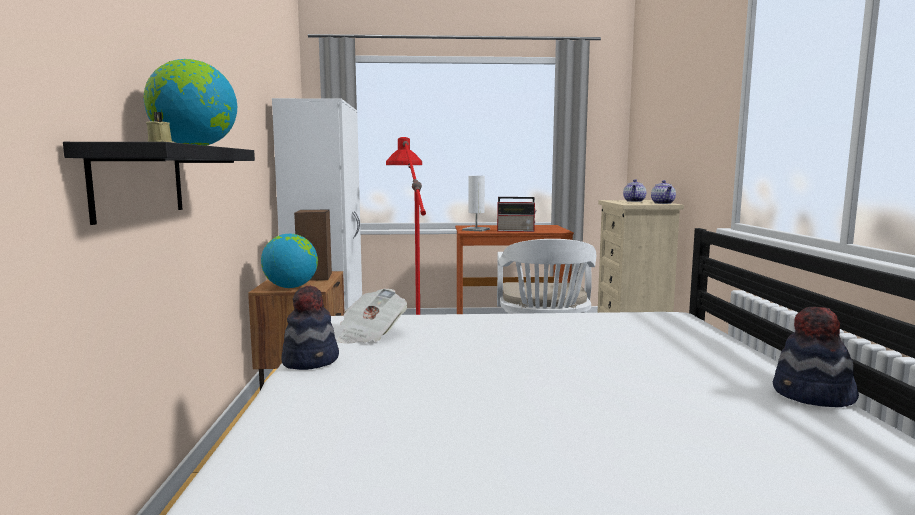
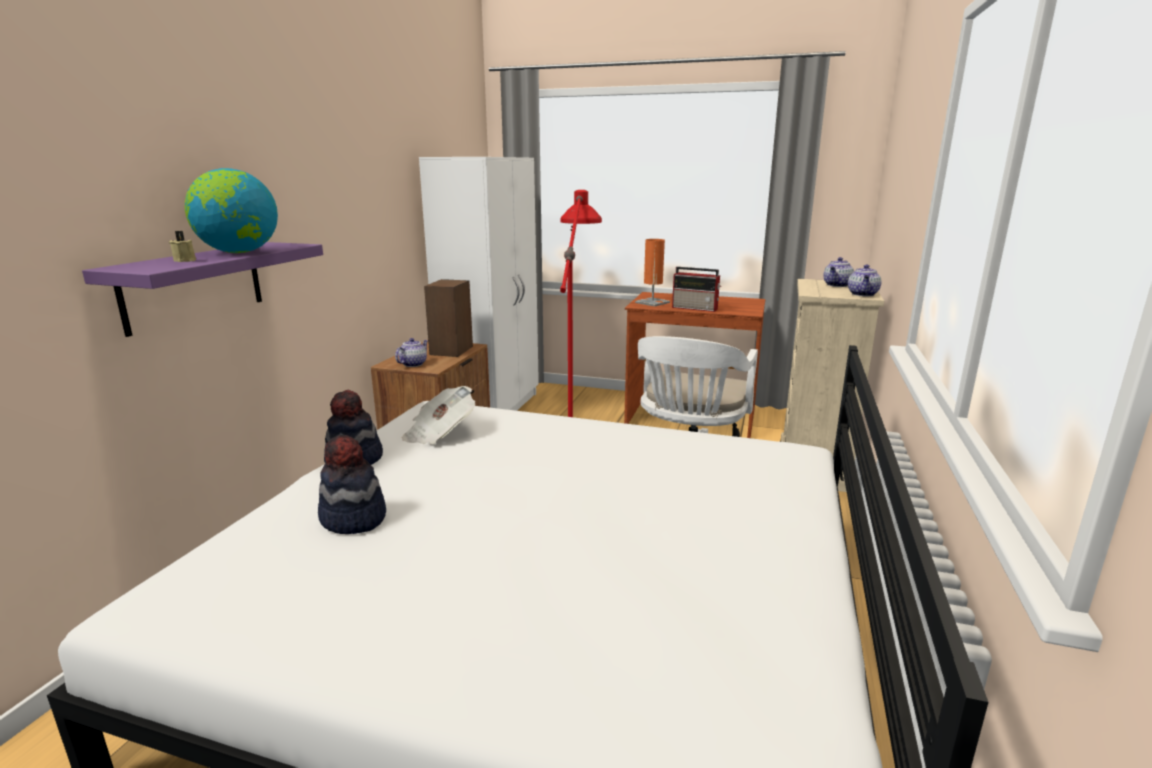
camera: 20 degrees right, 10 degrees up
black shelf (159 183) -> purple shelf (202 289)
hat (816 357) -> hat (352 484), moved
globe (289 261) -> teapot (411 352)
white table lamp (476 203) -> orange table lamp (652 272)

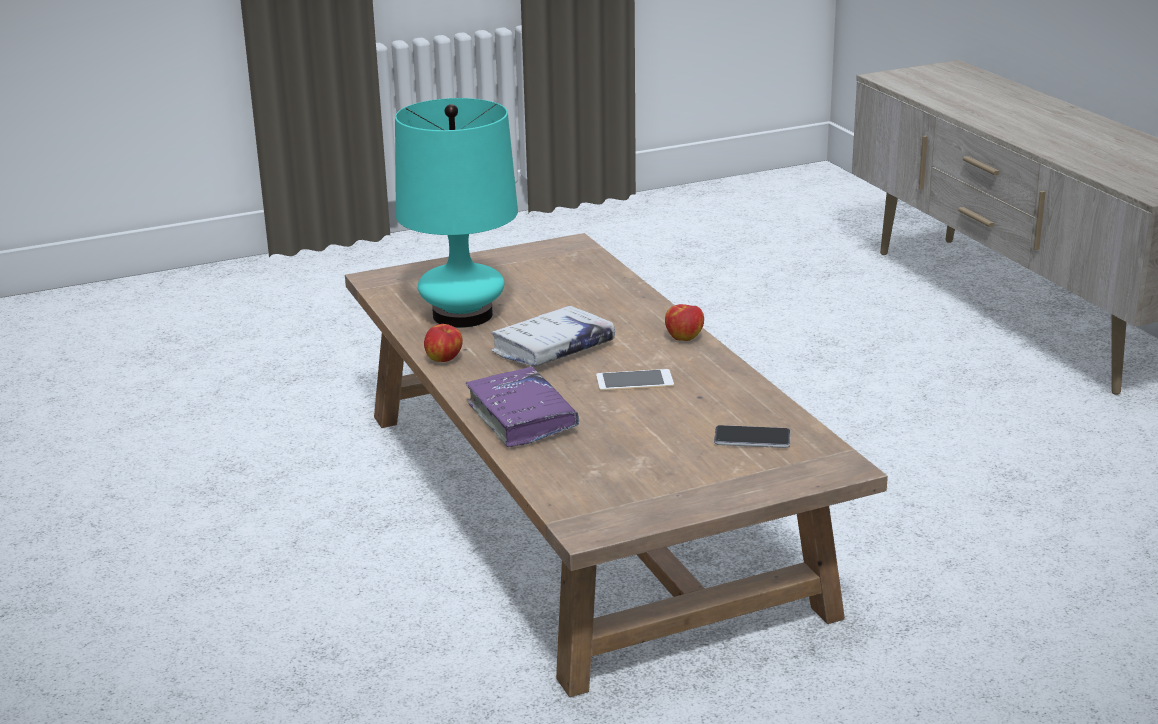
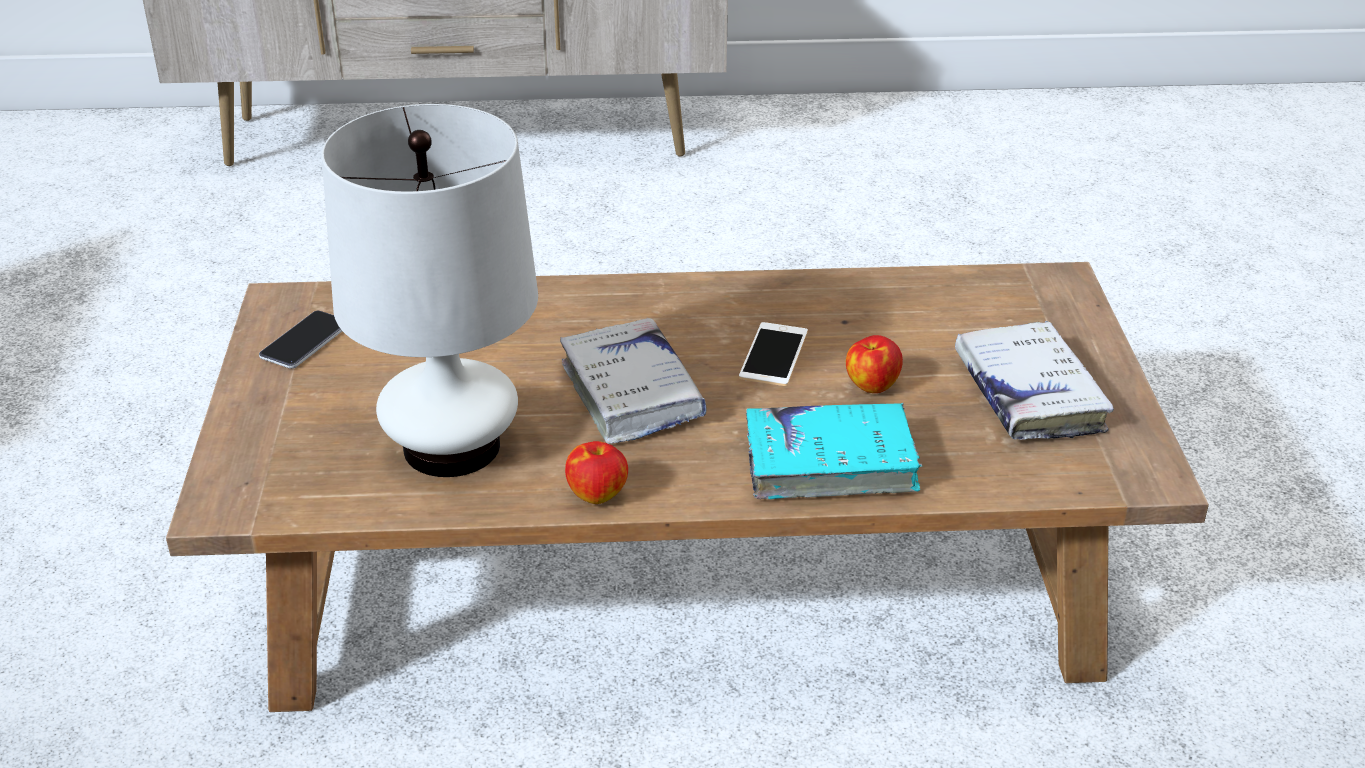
camera: 70 degrees left, 10 degrees up
phone (752 436) -> phone (300 340), moved
turquoise table lamp (456 213) -> white table lamp (429 290)
purple book (522 407) -> turquoise book (834 451)
apple (684 322) -> apple (874 364), moved
none -> white book (1034 380)

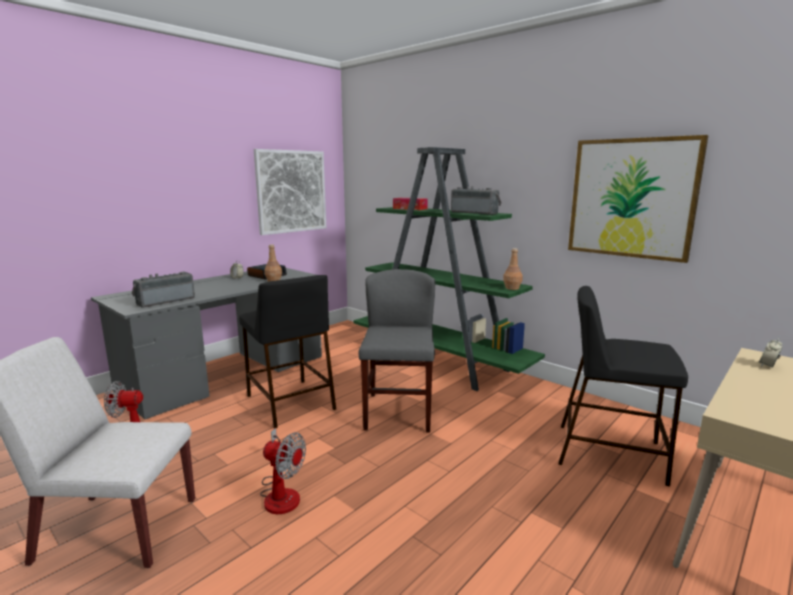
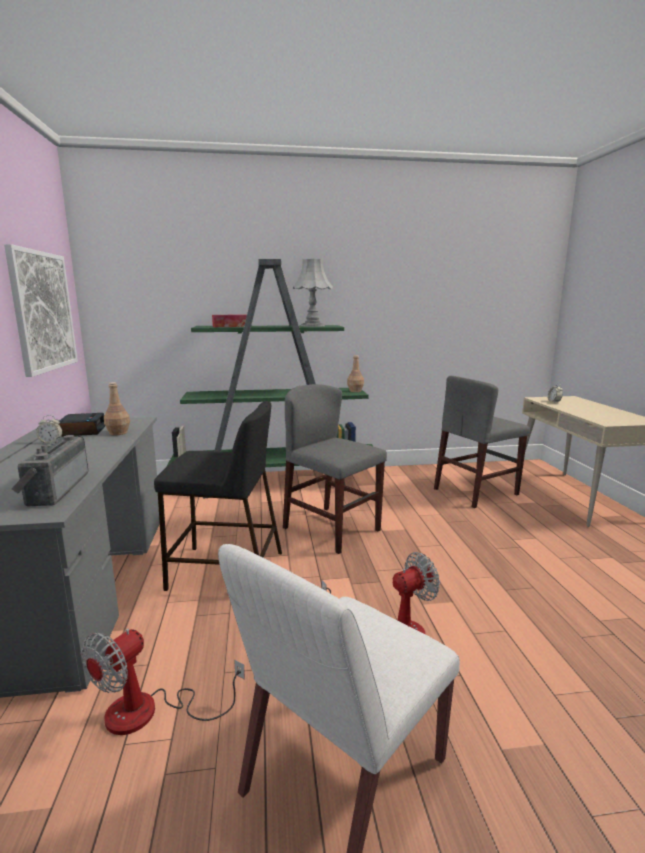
camera: 50 degrees left, 0 degrees up
radio (476 200) -> grey table lamp (313 293)
black stool (623 386) -> grey chair (482 442)
picture (638 199) -> none

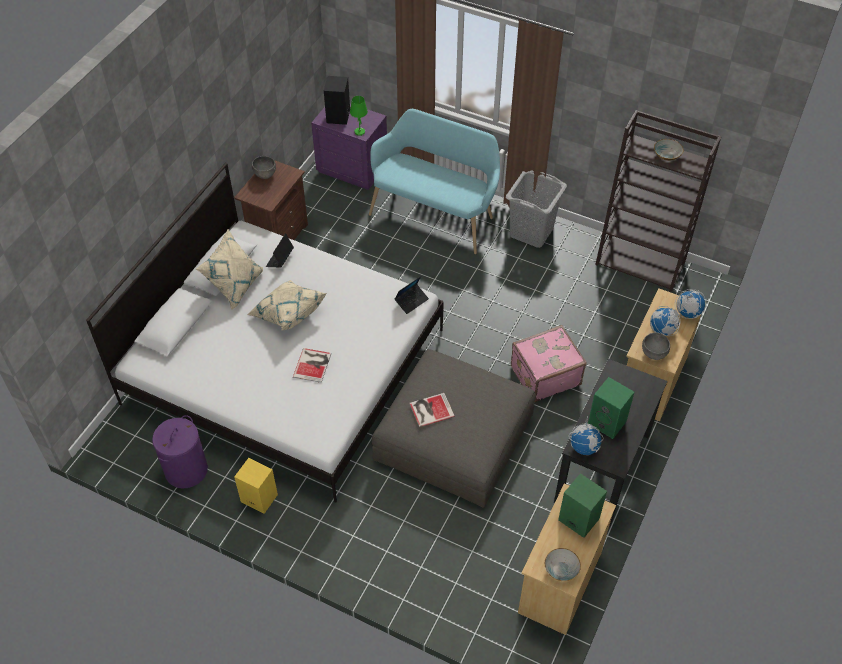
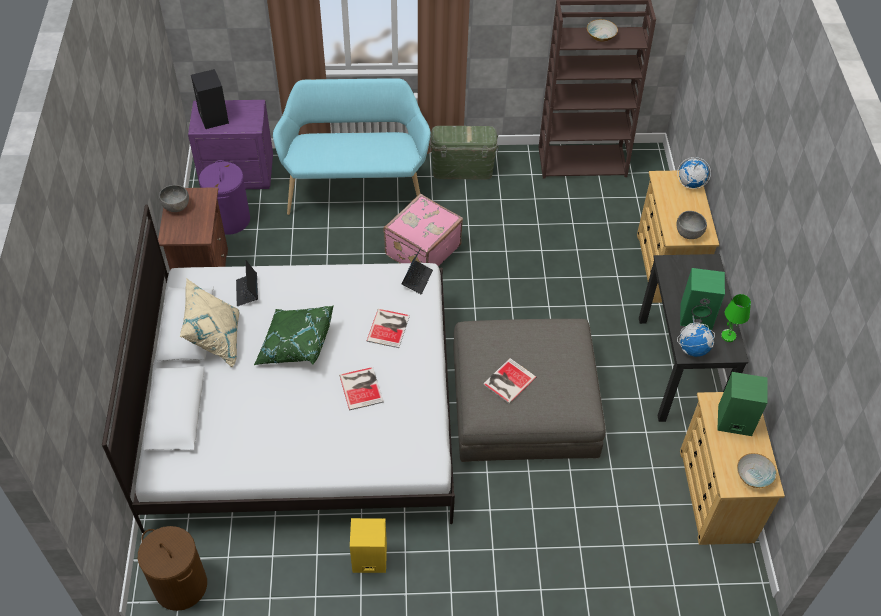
camera: 30 degrees left, 0 degrees up
none -> brown laundry basket (172 568)
purple laundry basket (180 451) -> purple laundry basket (224 197), moved
beige pillow (287 305) -> green pillow (294 335)
none -> book (388 328)
pink suitcase (549 363) -> pink suitcase (423 230), moved
grey laundry basket (536 209) -> green storage box (464 152)
green table lamp (359 116) -> green table lamp (736 318), moved
globe (665 321) -> none

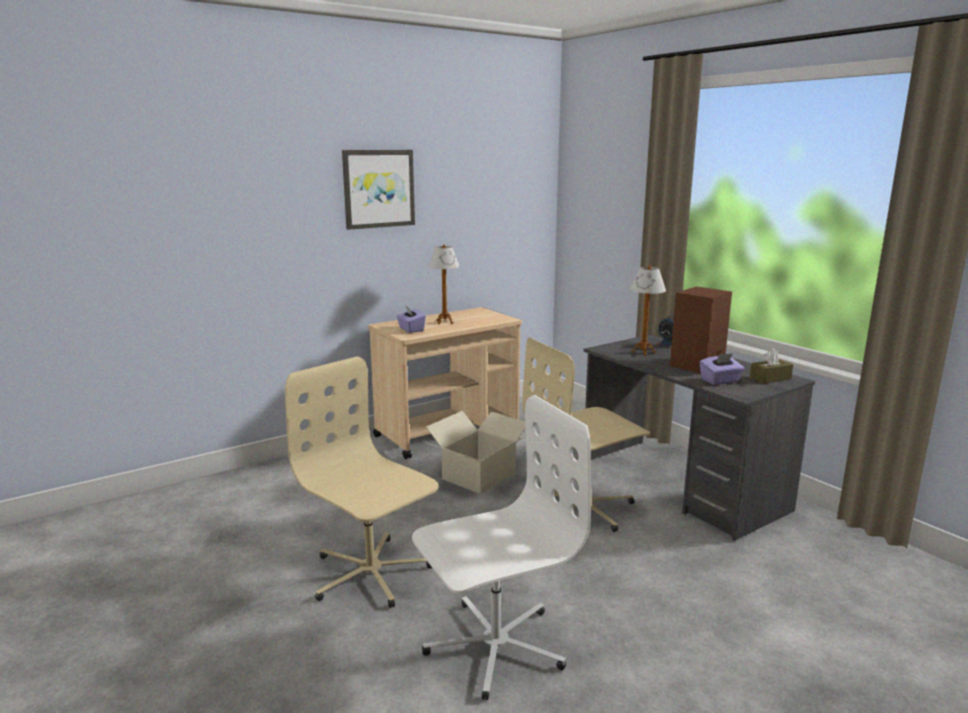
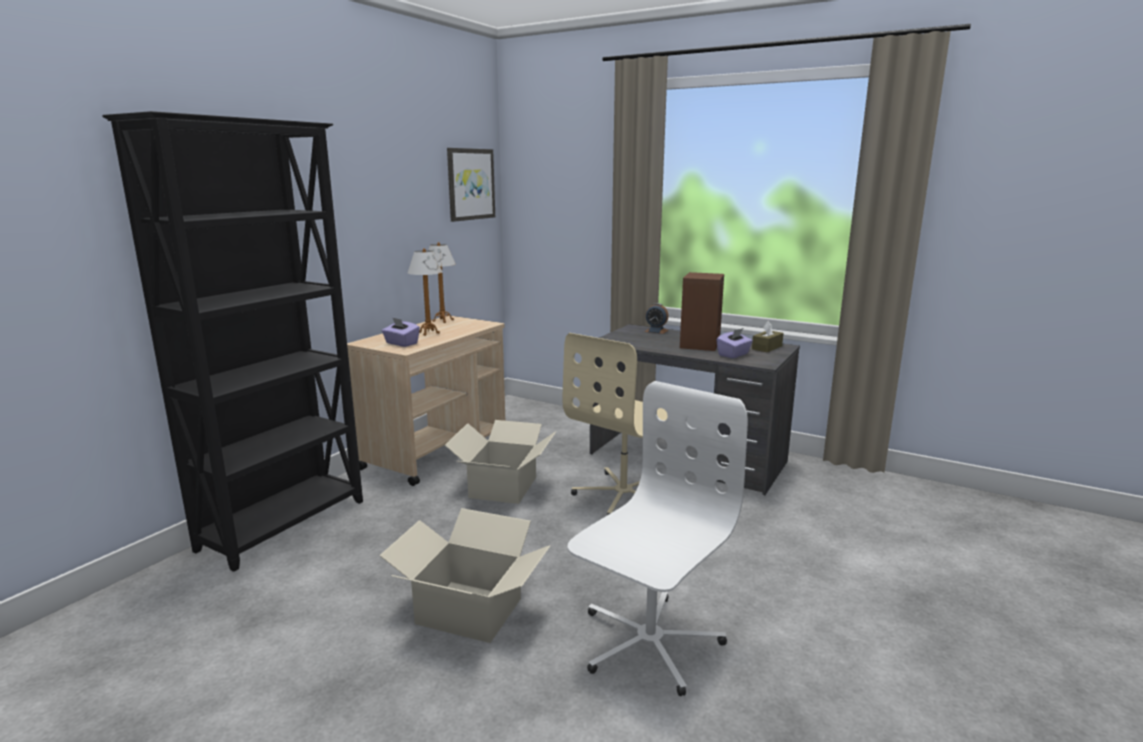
camera: 25 degrees left, 0 degrees up
none -> black bookcase (232 341)
beige office chair (362 482) -> cardboard box (464 575)
table lamp (648 310) -> table lamp (442 282), moved
picture (378 190) -> picture (471 185), moved

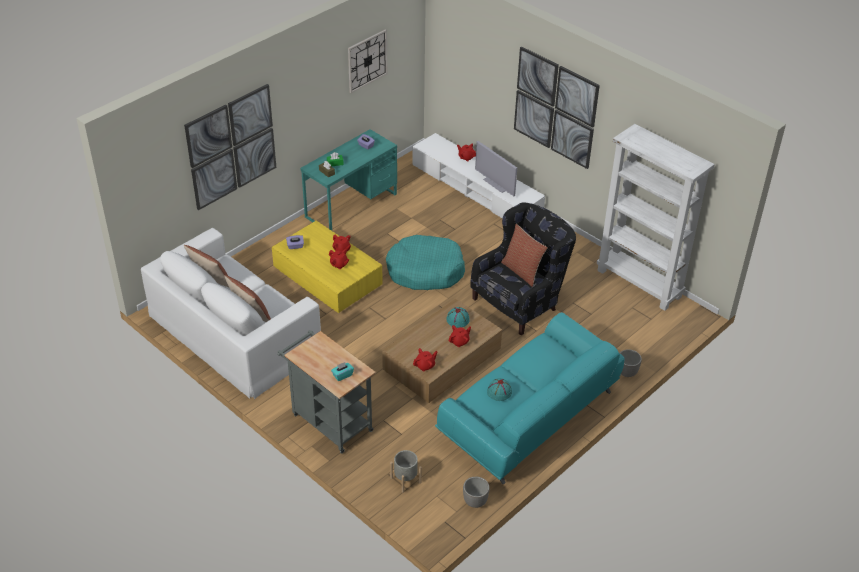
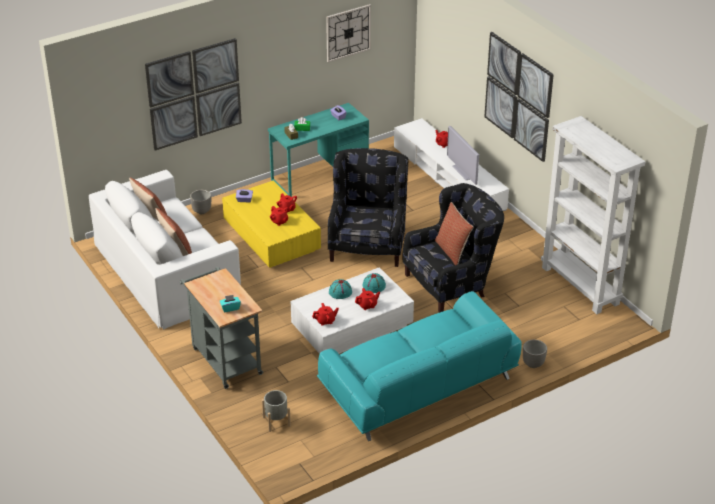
camera: 15 degrees right, 5 degrees down
planter (476 492) -> planter (200 202), moved
brown coffee table (442 351) -> white coffee table (352 310)
turquoise dog bed (425 262) -> black armchair (368 207)
turquoise hat (499 389) -> turquoise hat (340 289), moved

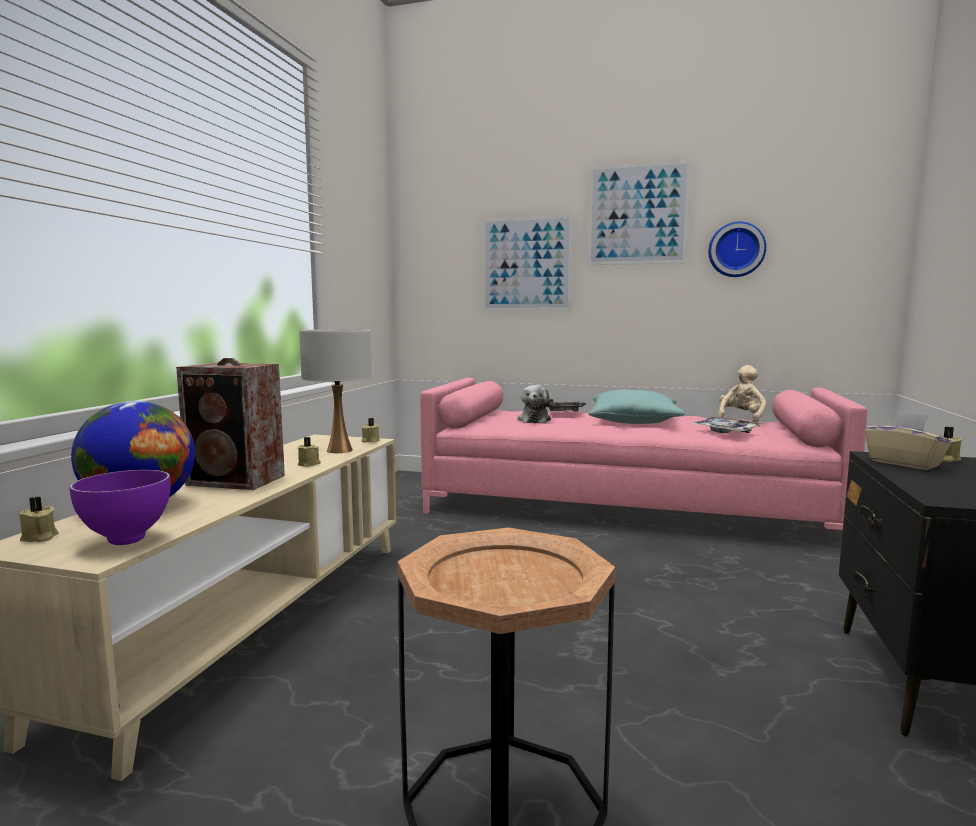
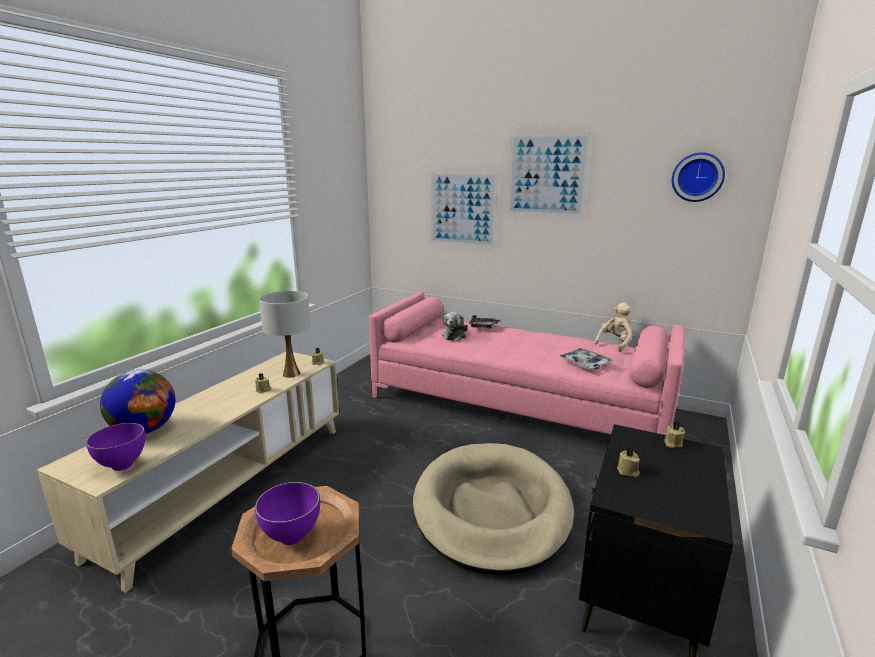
camera: 10 degrees right, 10 degrees up
none -> purple bowl (287 513)
none -> beige dog bed (493 509)
beige candle (39 519) -> beige candle (628 462), moved
wall clock (737 249) -> wall clock (698 177), moved
speaker (230 424) -> none
turquoise pillow (636 407) -> none
beige tissue box (908 441) -> none

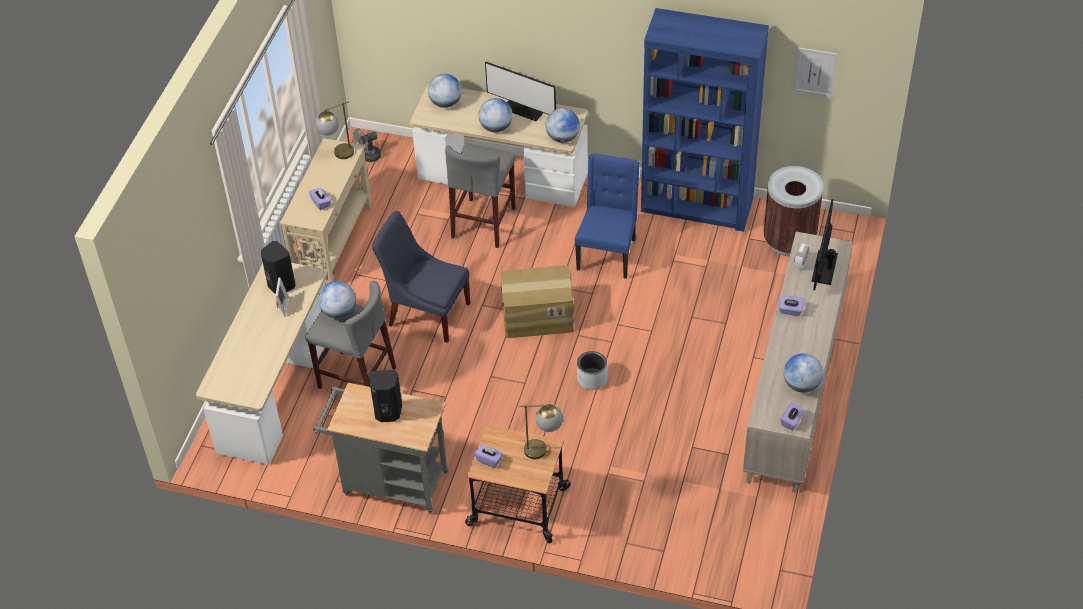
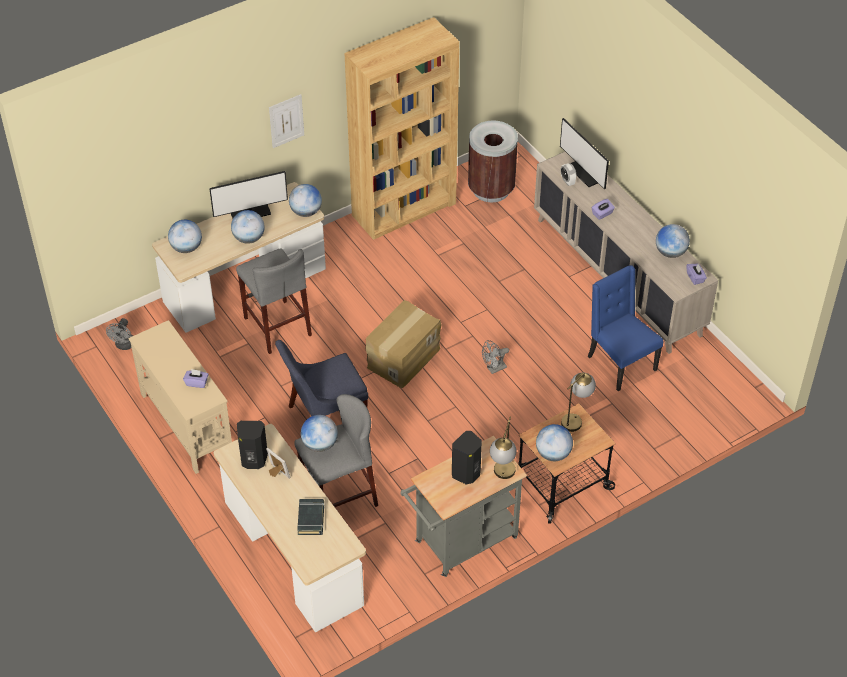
camera: 50 degrees left, 0 degrees up
picture (815 72) -> picture (286 121), moved
none -> black book (311 517)
blue bookcase (705 120) -> brown bookcase (401 128)
grey planter (592 370) -> grey fan (495 357)
table lamp (334 130) -> table lamp (503 448), moved
purple tissue box (488 456) -> globe (554 442)
blue chair (607 216) -> blue chair (625 328), moved

